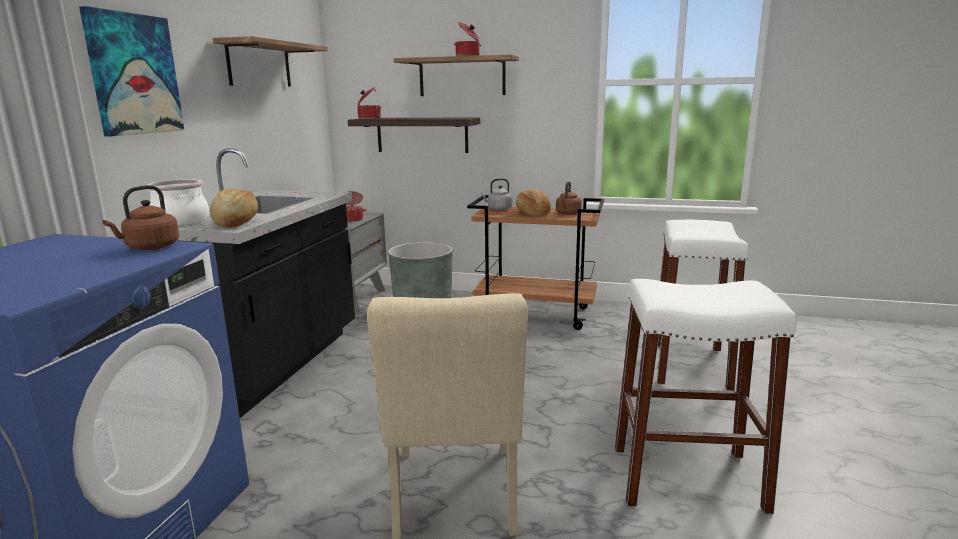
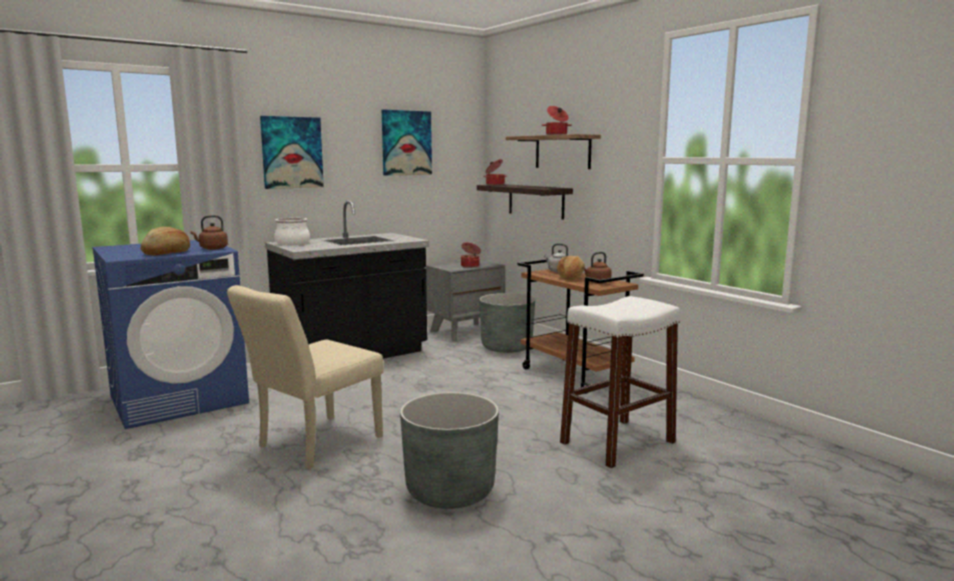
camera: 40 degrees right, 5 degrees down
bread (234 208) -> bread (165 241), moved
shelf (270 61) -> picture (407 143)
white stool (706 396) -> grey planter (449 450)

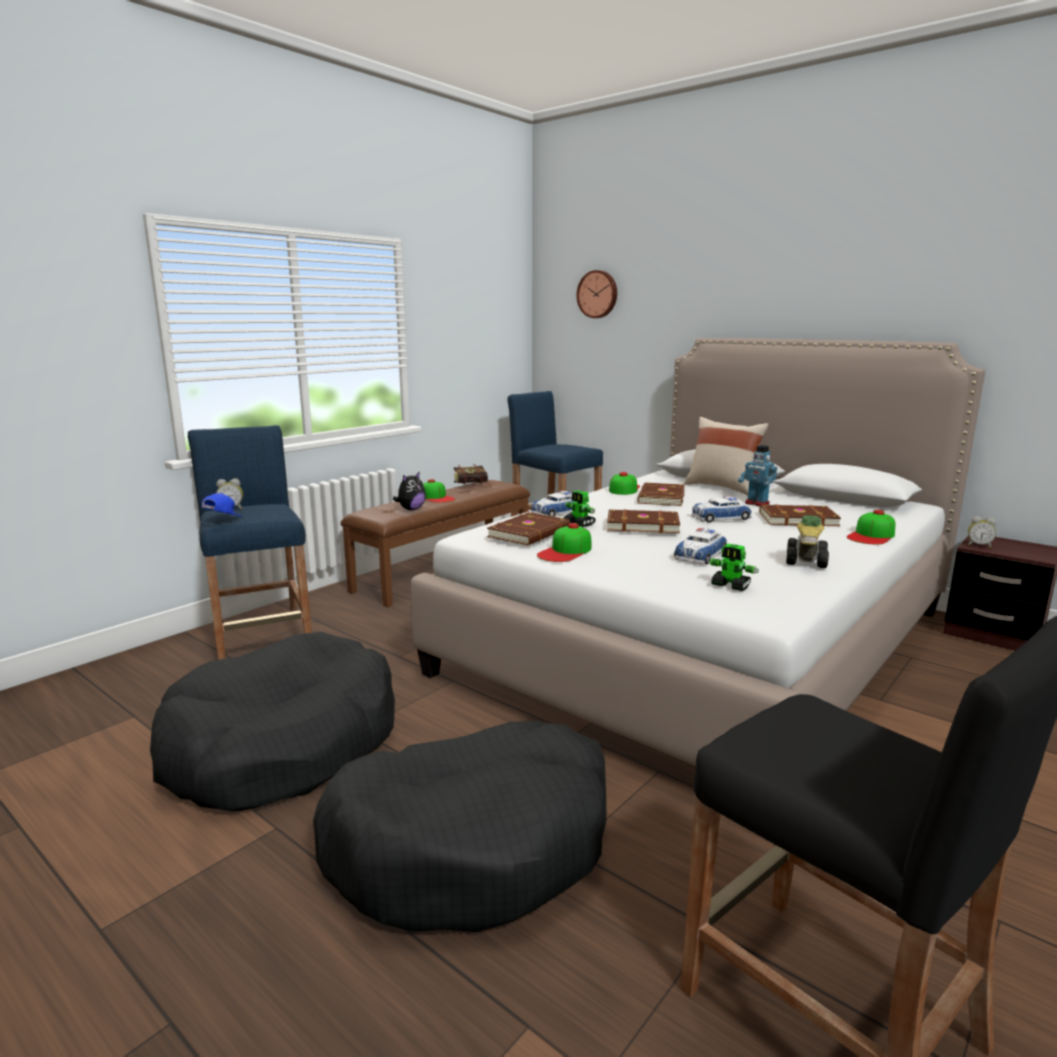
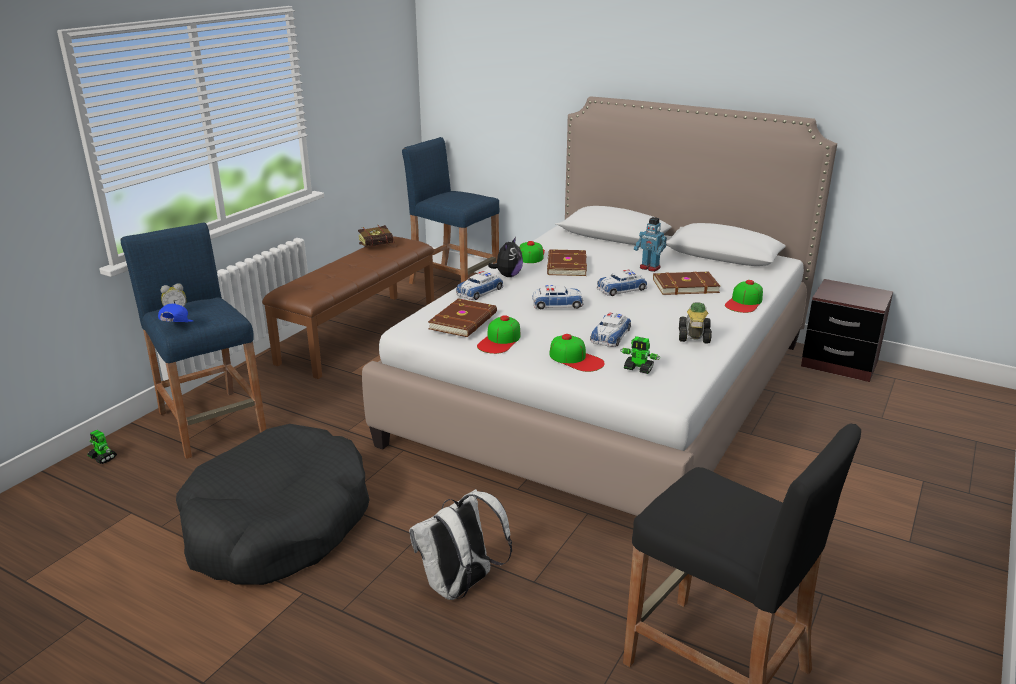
camera: 10 degrees left, 10 degrees up
toy robot (580 508) -> toy robot (102 447), moved
black dog bed (459 826) -> white backpack (460 544)
plush toy (409 490) -> plush toy (505 257), moved
brown book (643 521) -> toy car (557 297)
cap (439 491) -> cap (577 353), moved
wall clock (596 294) -> none
beige pillow (726 456) -> none
alarm clock (982 532) -> none

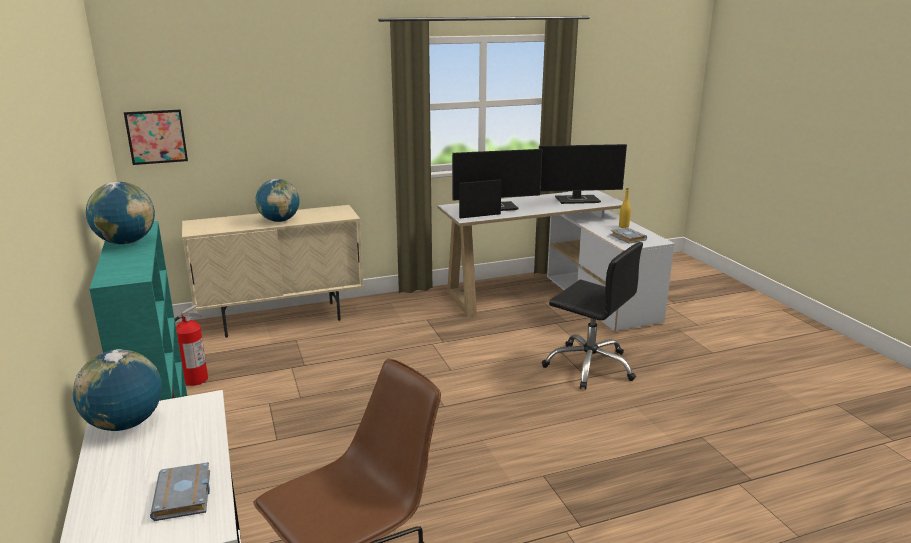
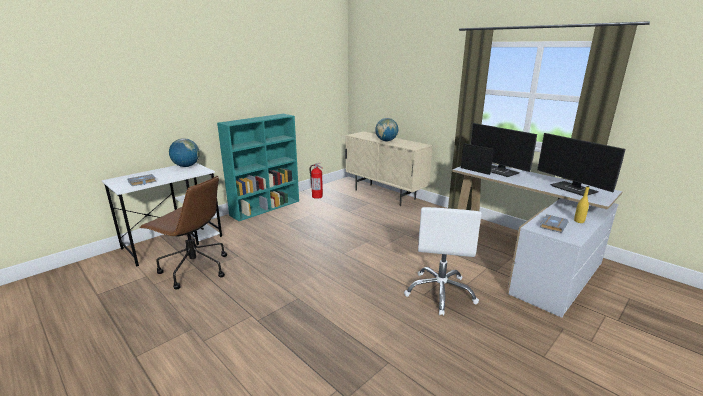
camera: 65 degrees right, 0 degrees up
black office chair (592 316) -> white office chair (443 261)
globe (120 213) -> none
picture (156 137) -> none

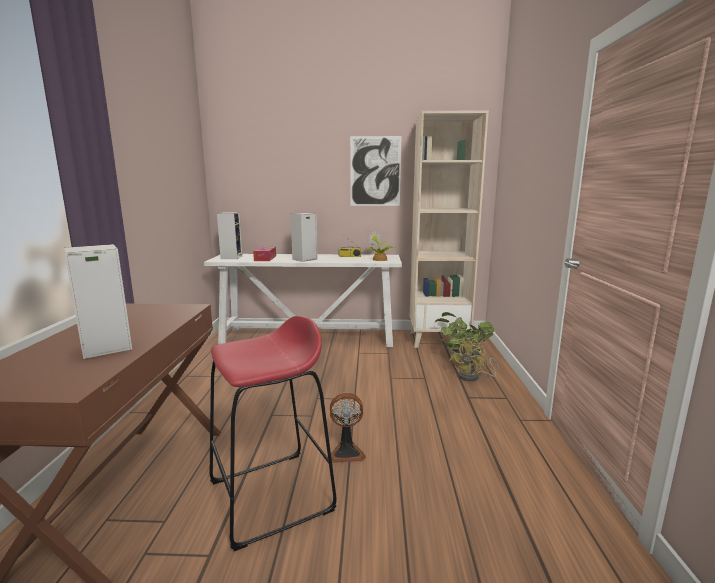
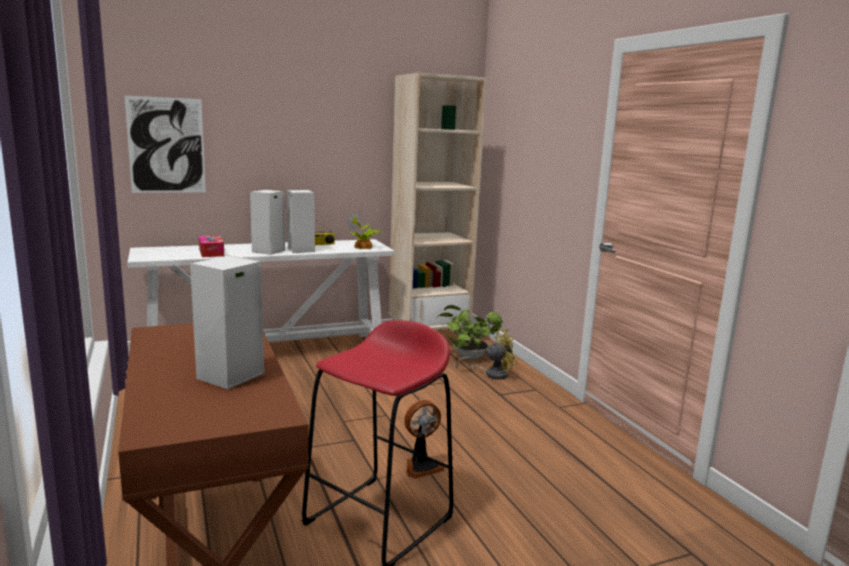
camera: 25 degrees left, 0 degrees up
picture (376 171) -> picture (165 144), moved
speaker (230 235) -> speaker (301 221), moved
yellow fan (474 359) -> yellow fan (486 354), 120 degrees counterclockwise

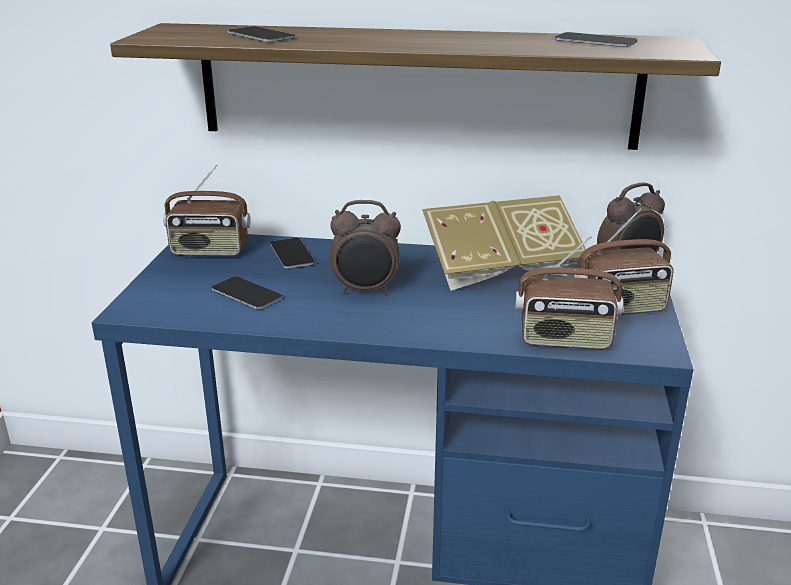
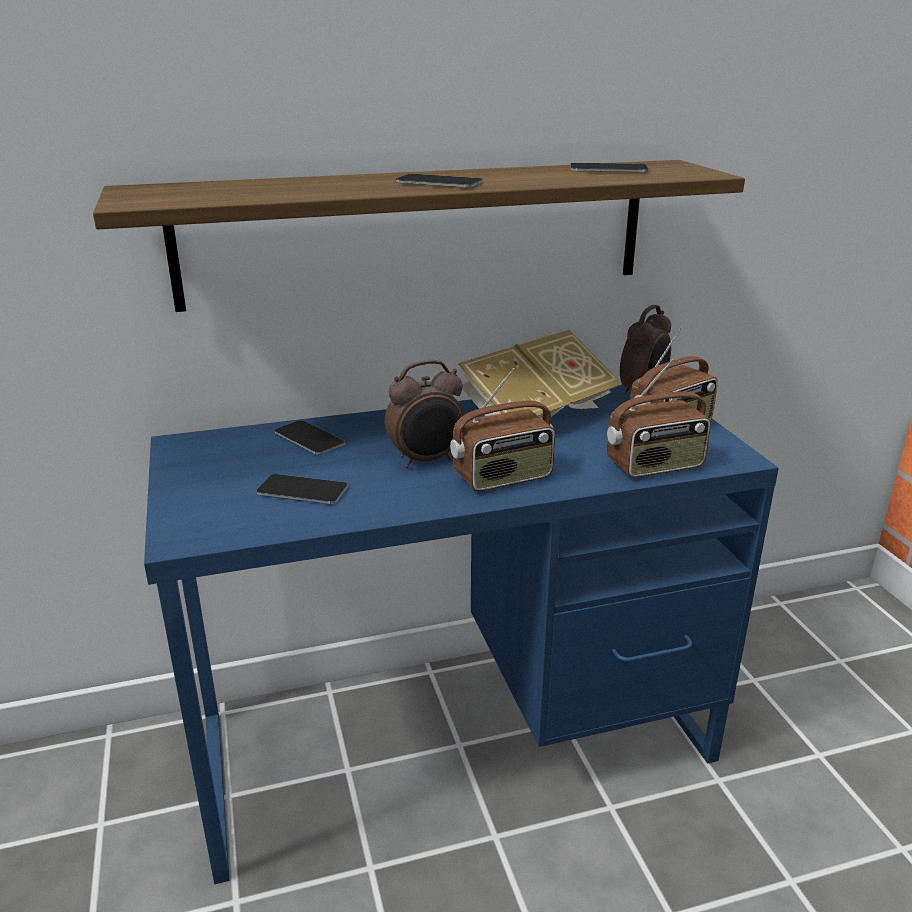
camera: 25 degrees left, 0 degrees up
phone (261 34) -> phone (439 181), moved
radio (207 210) -> radio (502 429), moved

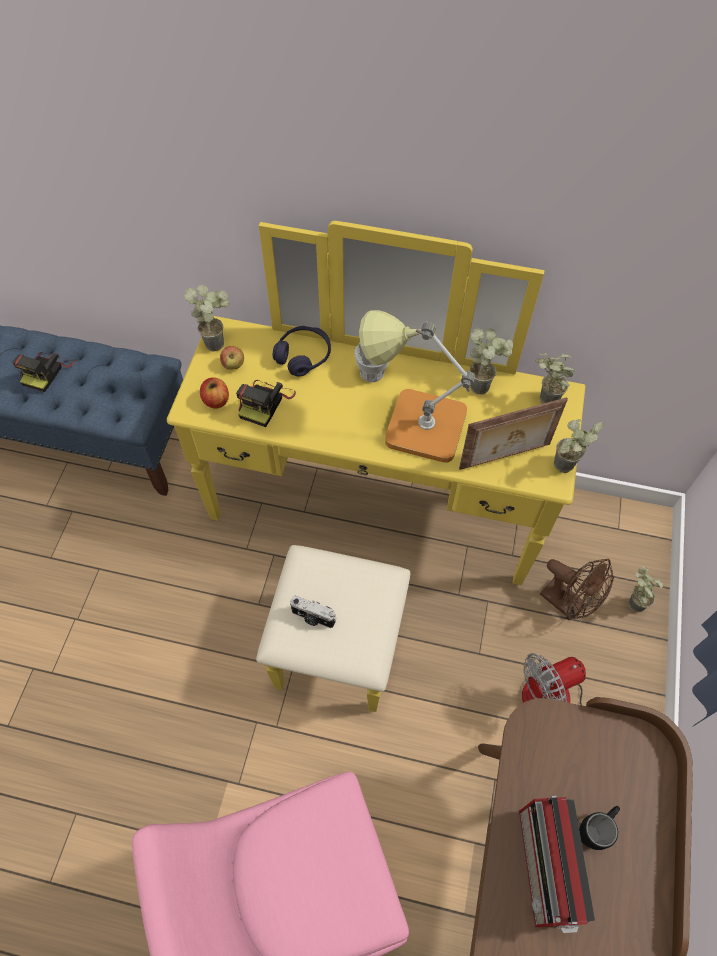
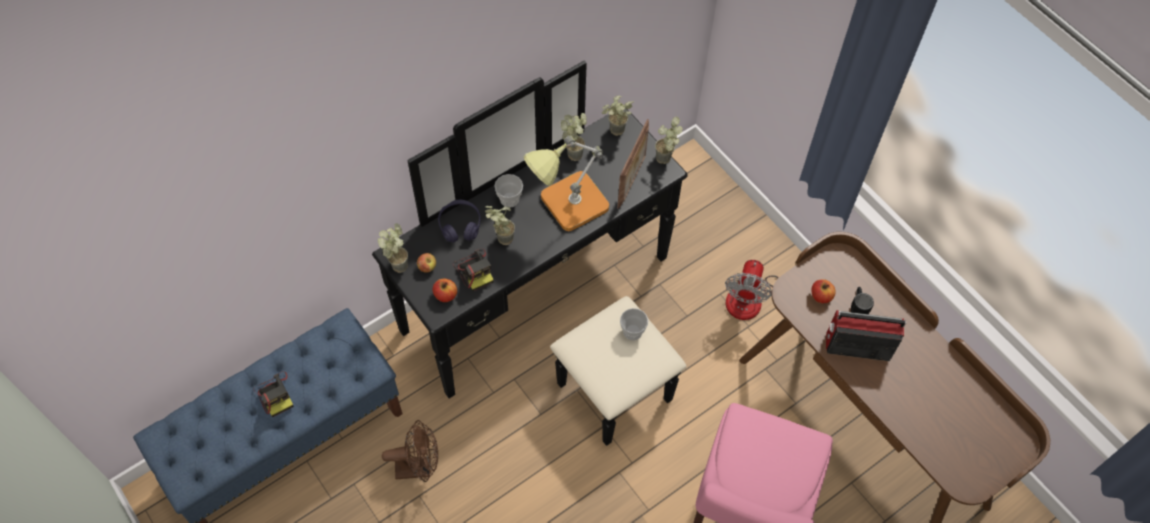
camera: 50 degrees left, 0 degrees up
yellow dresser (376 466) -> black dresser (530 253)
brown fan (577 589) -> brown fan (410 451), moved
potted plant (645 588) -> potted plant (500 225), moved
none -> cup (634 324)
none -> apple (823 291)
radio (557 864) -> radio (866 335), 150 degrees clockwise
photo camera (313 612) -> none

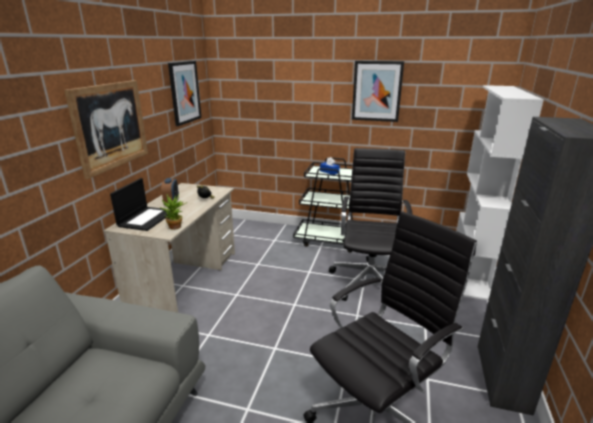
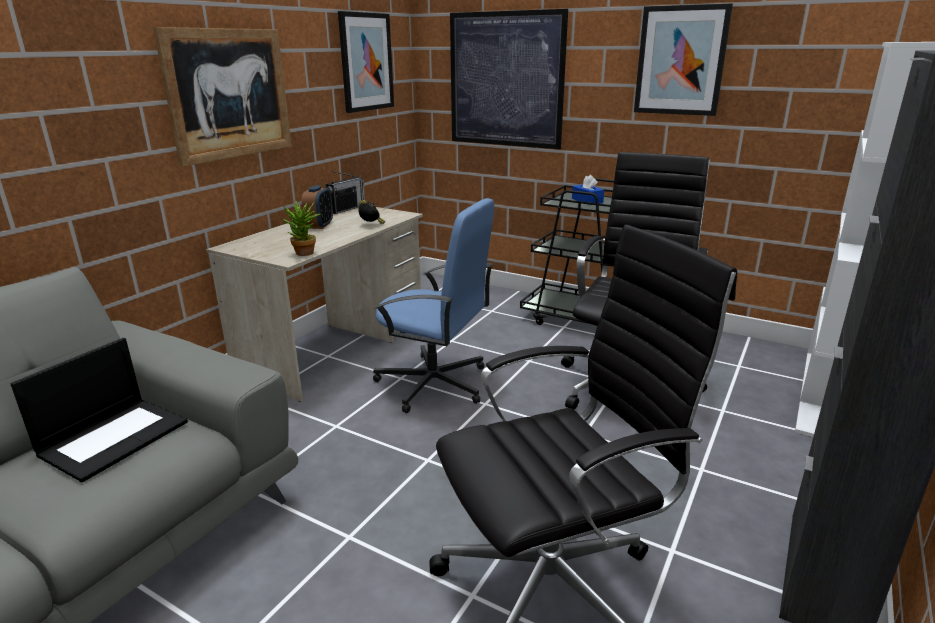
camera: 15 degrees right, 0 degrees up
laptop (140 204) -> laptop (99 410), moved
none -> radio (345 192)
none -> blue office chair (433 305)
none -> picture (509 79)

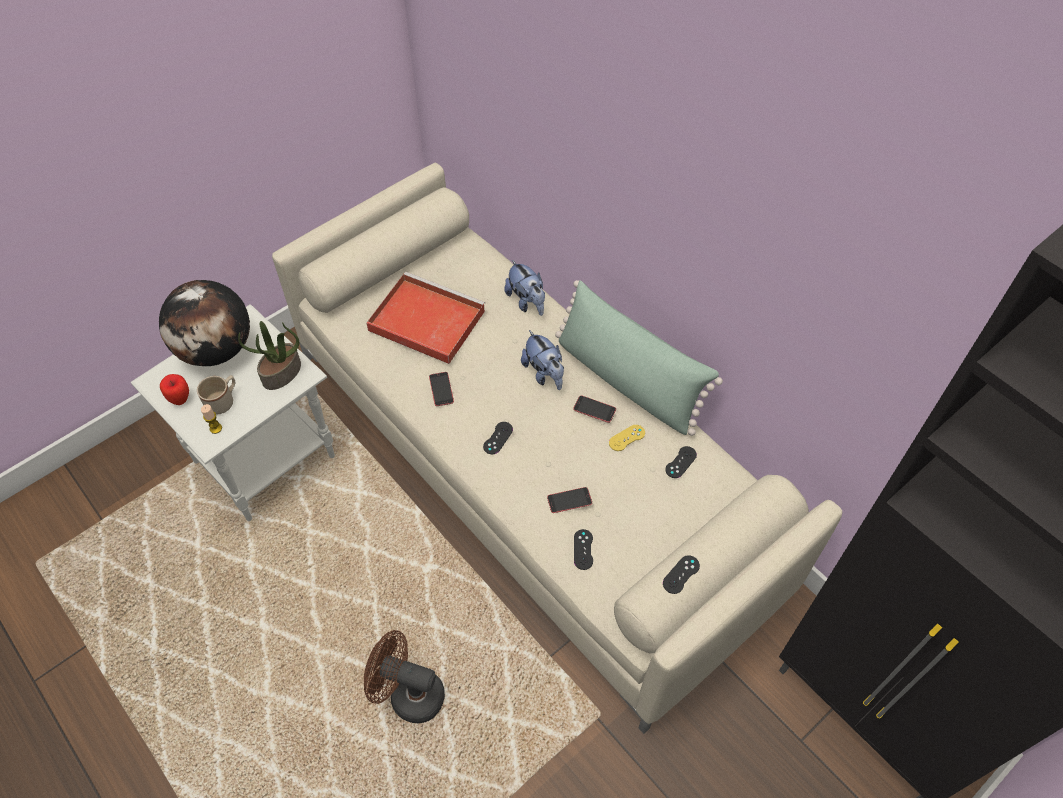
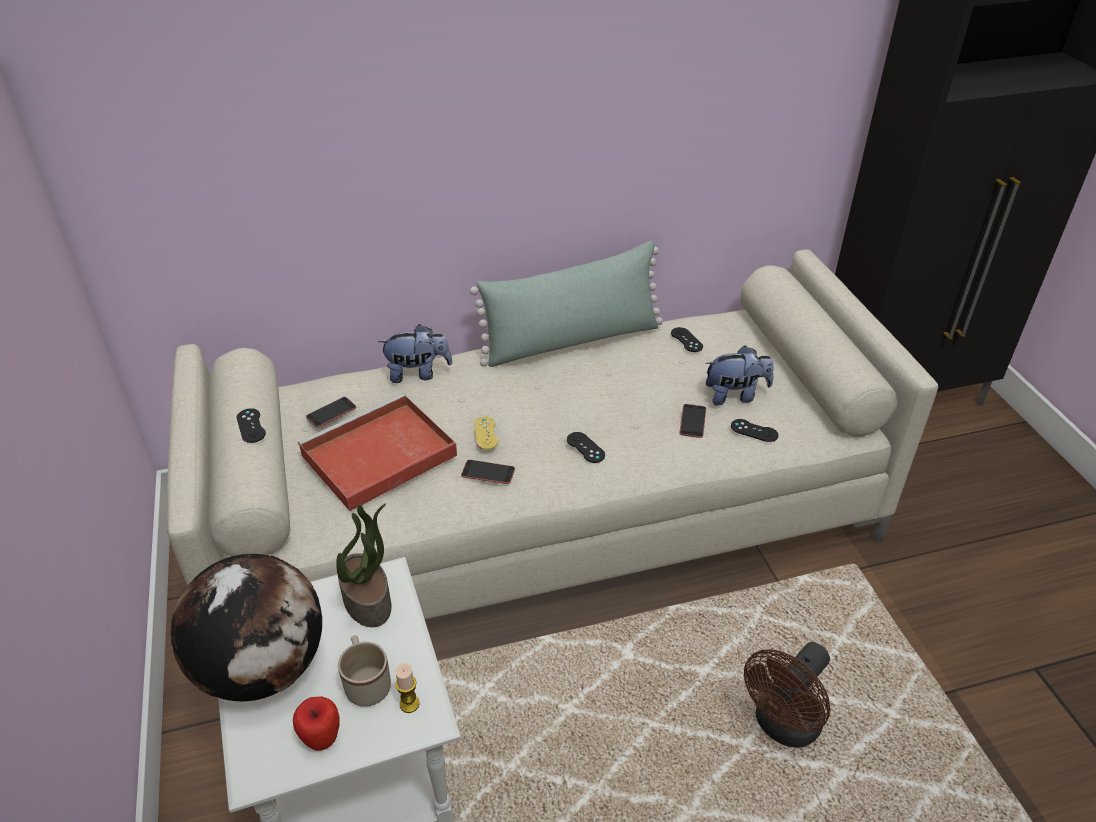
camera: 65 degrees left, 15 degrees down
black game controller (681 574) -> black game controller (251 425), moved
phone (594 409) -> phone (331 412), moved
yellow game controller (627 438) -> yellow game controller (486 433), moved
plush toy (542 360) -> plush toy (739 375), moved

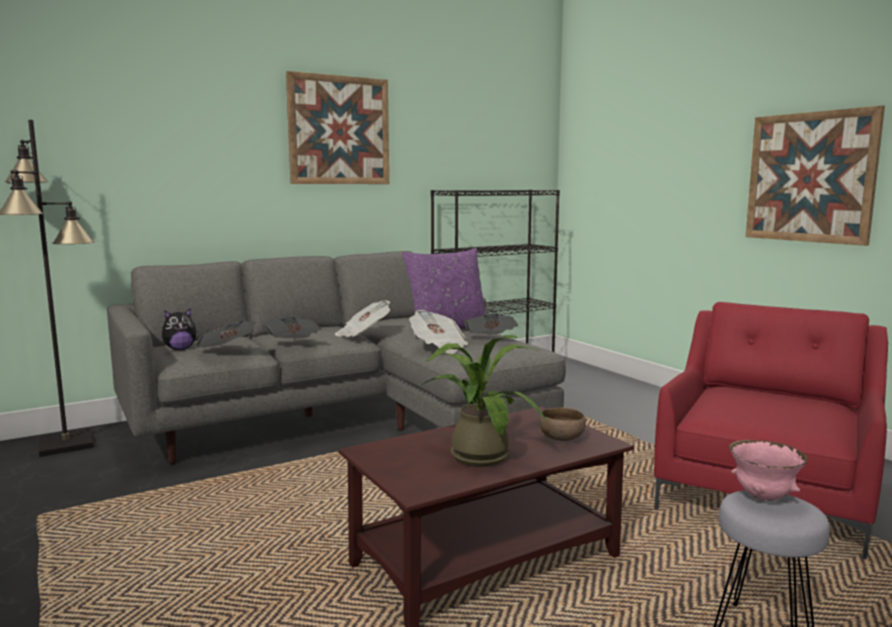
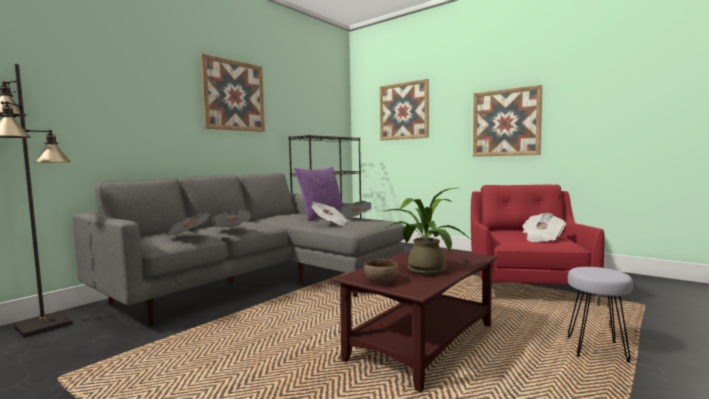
camera: 20 degrees left, 5 degrees down
brown bowl (562 424) -> brown bowl (381 271), moved
none -> picture (404 109)
newspaper (362 318) -> newspaper (544 227), moved
plush toy (179 329) -> none
pink bowl (768 470) -> none

